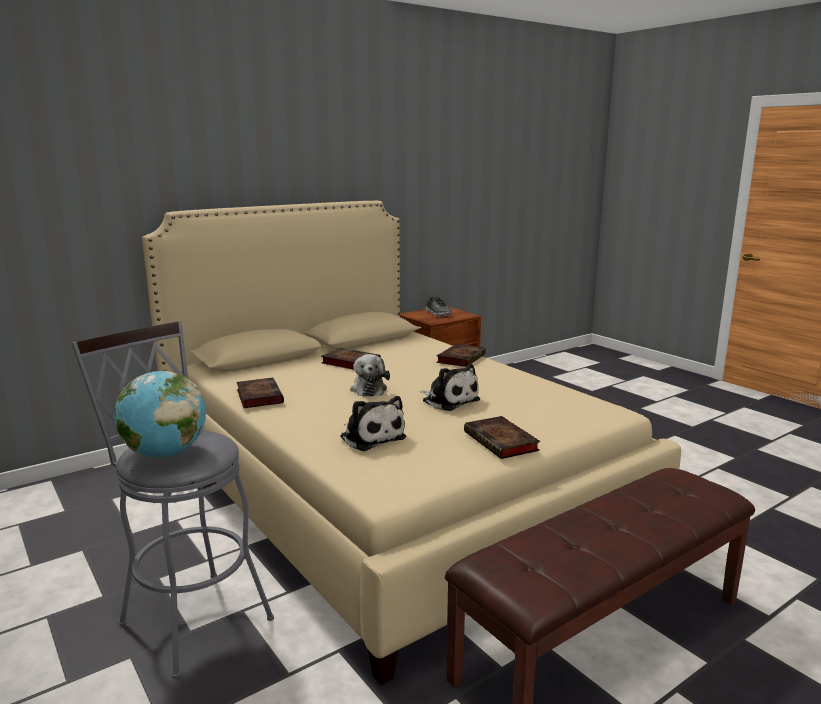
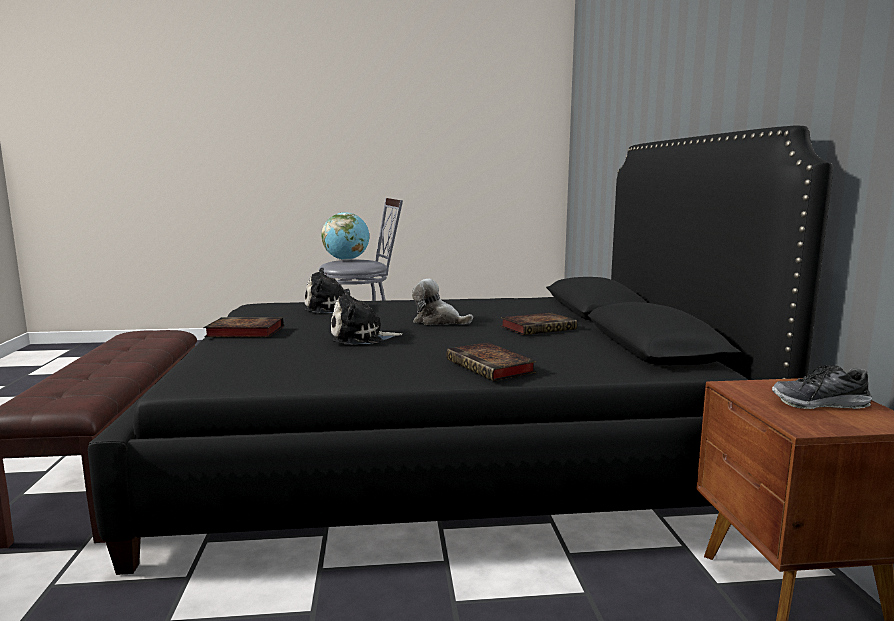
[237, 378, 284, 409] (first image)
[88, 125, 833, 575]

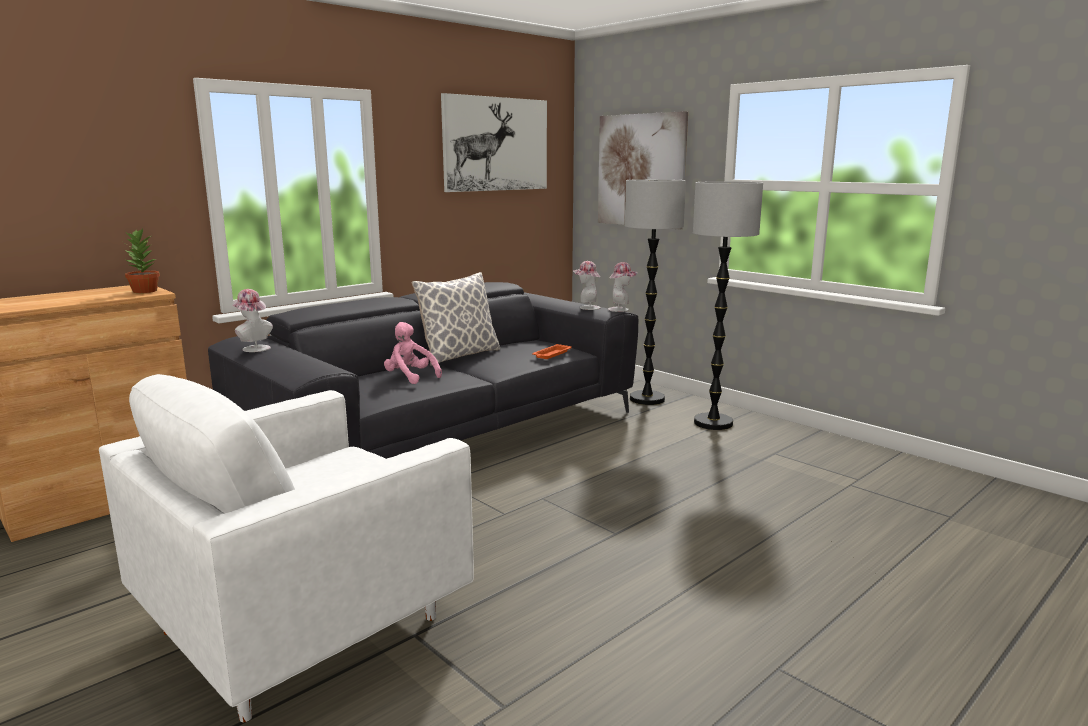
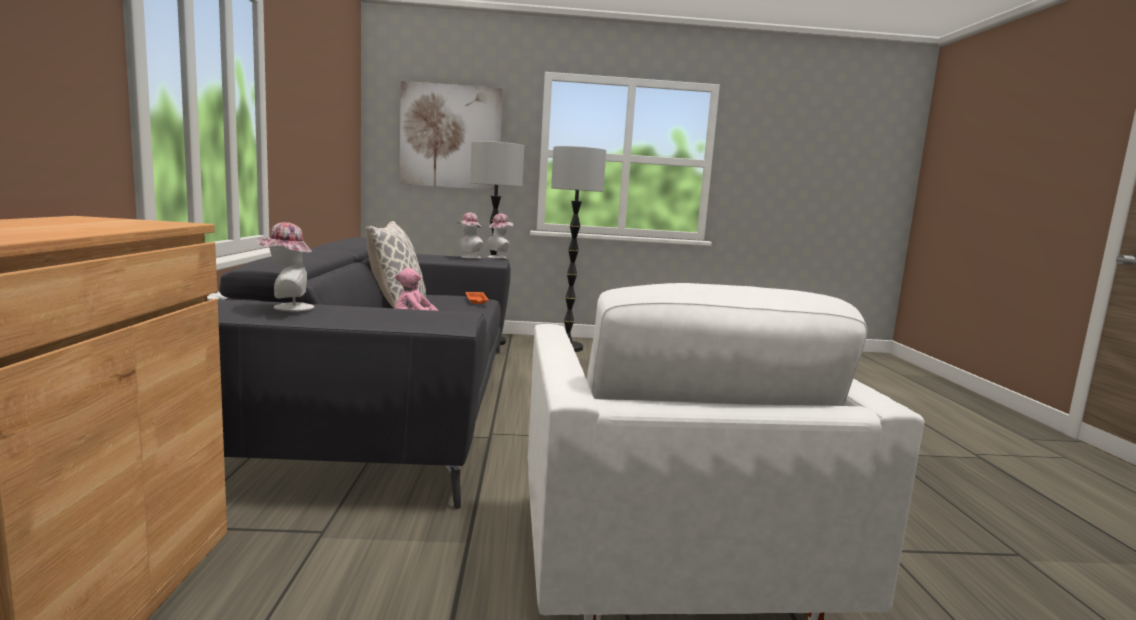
[124, 229, 160, 293] (first image)
[441, 93, 547, 192] (first image)

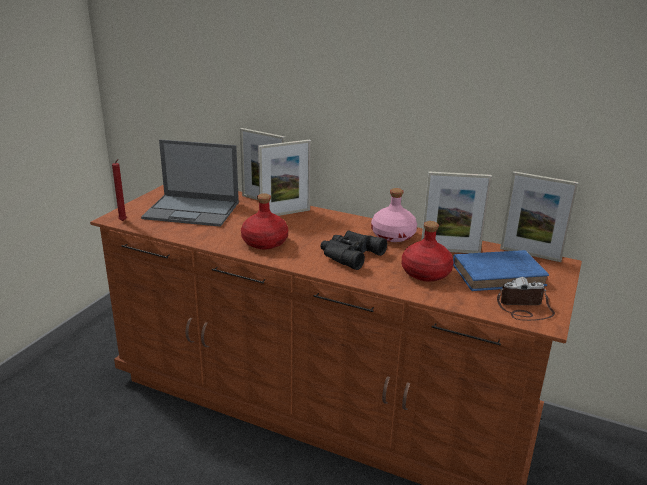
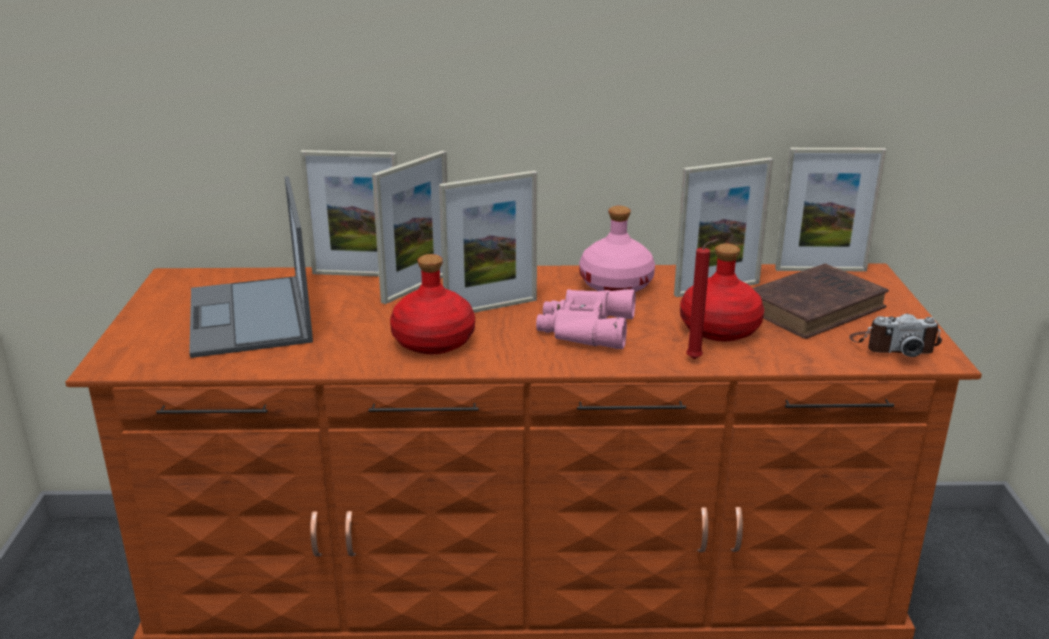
[439, 171, 538, 313]
[686, 239, 719, 359]
[536, 289, 636, 349]
[753, 263, 889, 339]
[189, 176, 313, 358]
[849, 314, 942, 357]

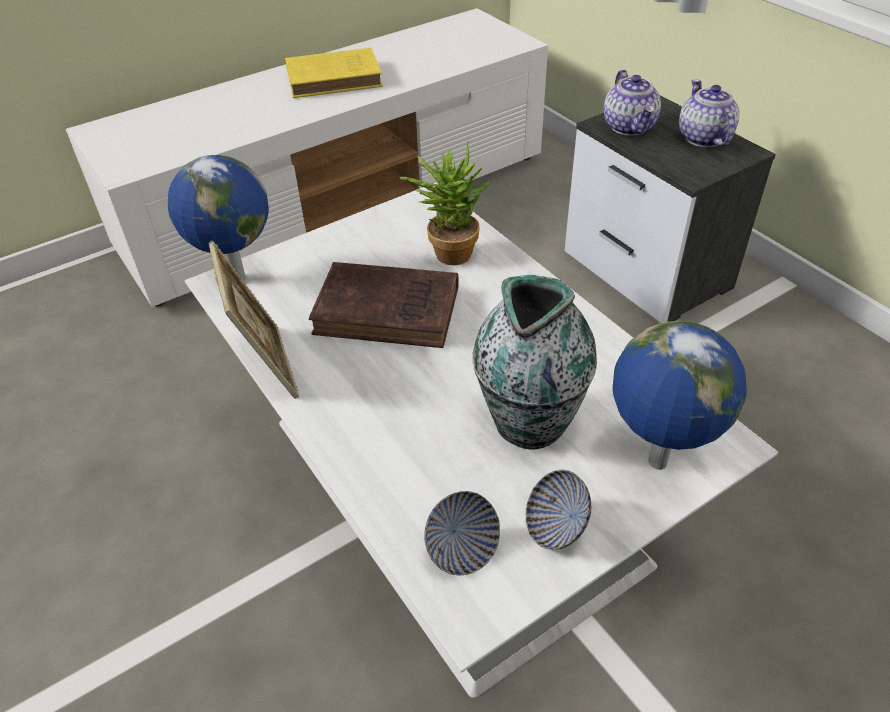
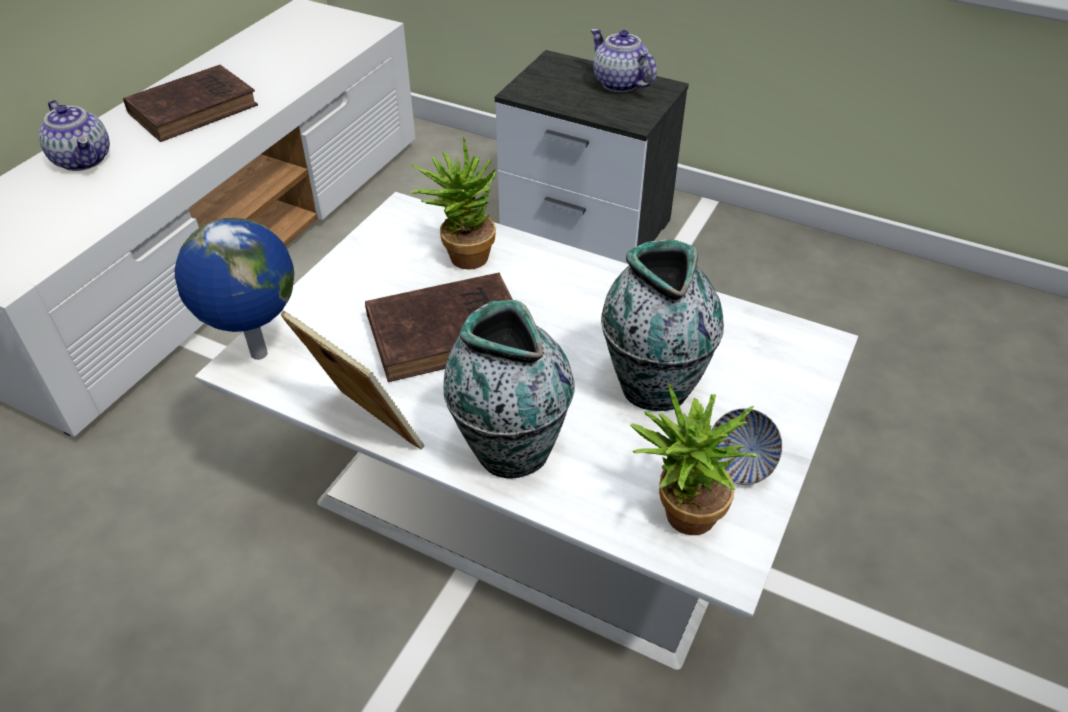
[613, 321, 746, 470] (first image)
[443, 300, 575, 479]
[38, 100, 110, 171]
[630, 383, 758, 535]
[123, 64, 258, 142]

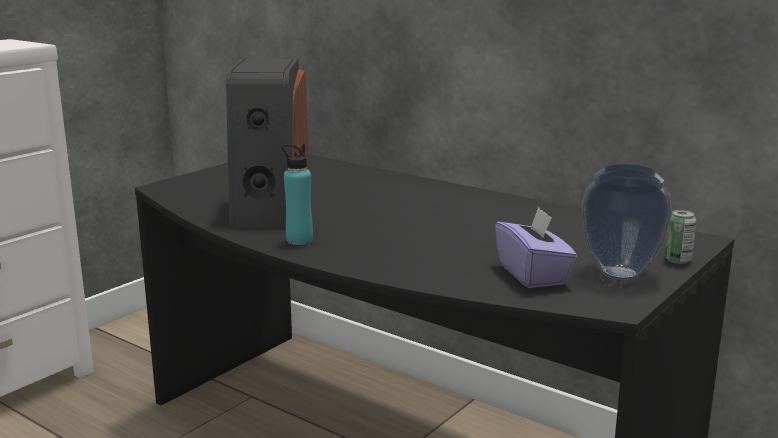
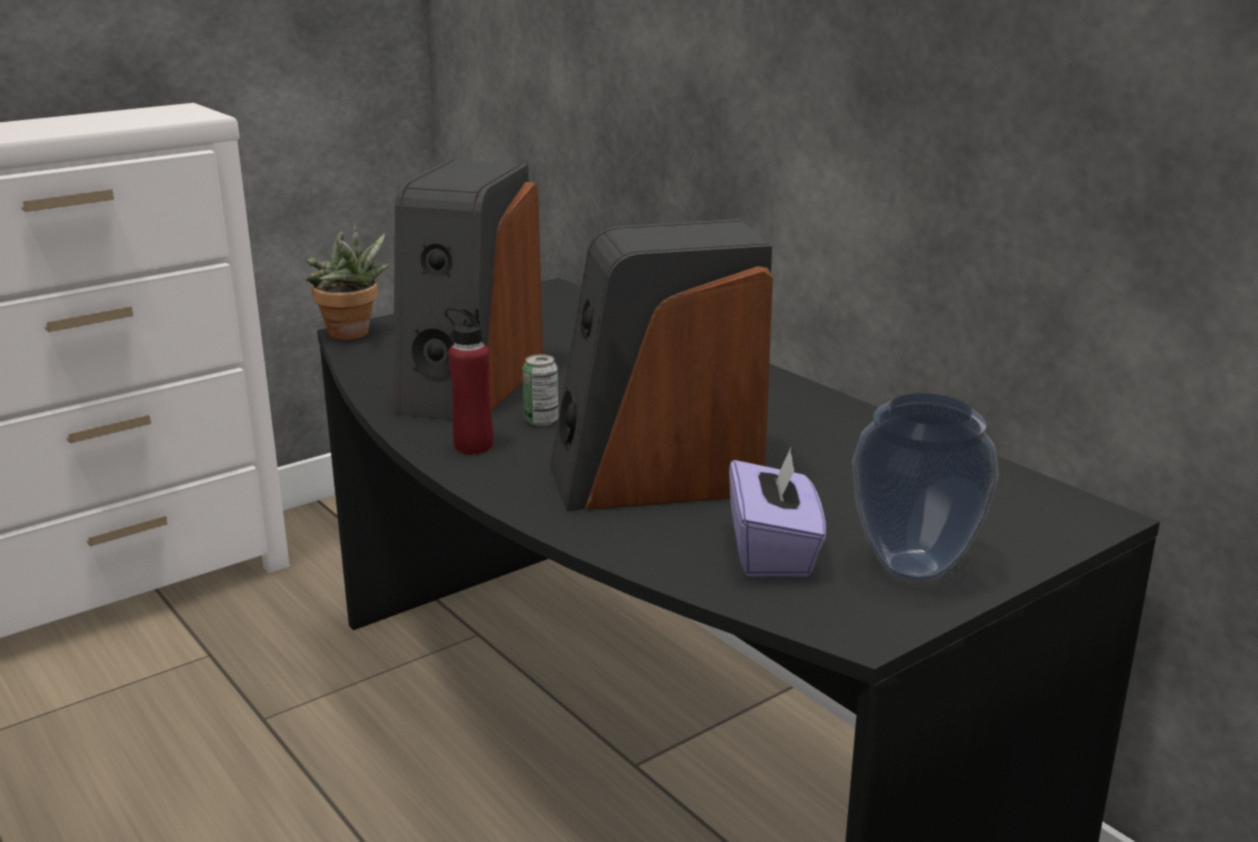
[305, 223, 390, 340]
[549, 219, 773, 511]
[523, 354, 559, 426]
[445, 307, 494, 455]

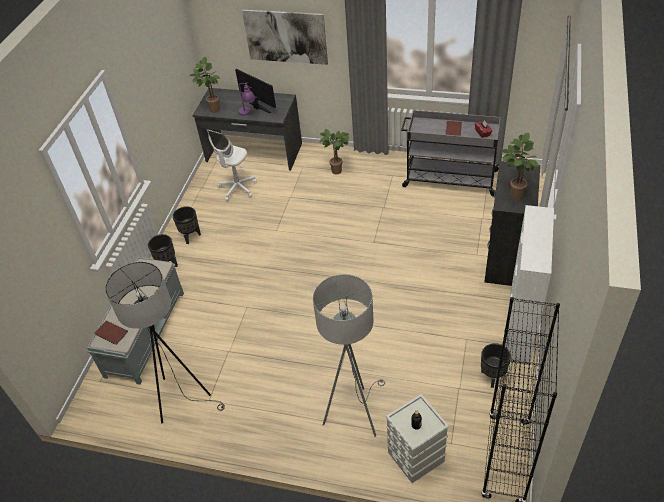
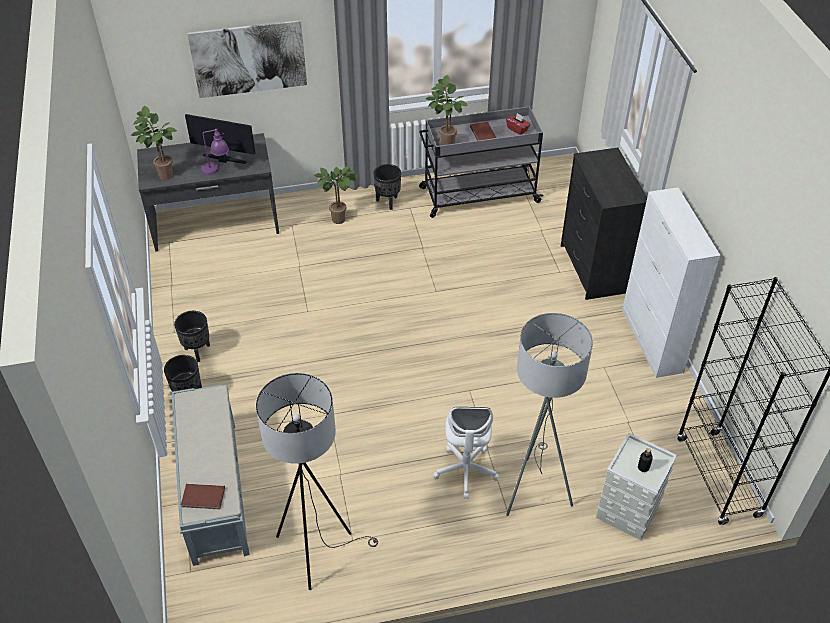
[433, 407, 499, 499]
[374, 164, 401, 210]
[425, 75, 468, 145]

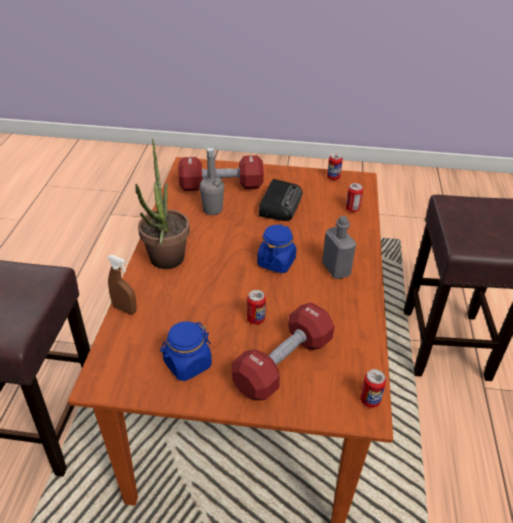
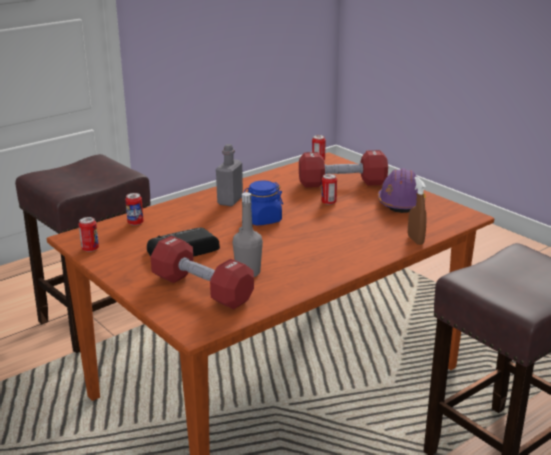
[135, 139, 190, 269] (first image)
[378, 168, 426, 213]

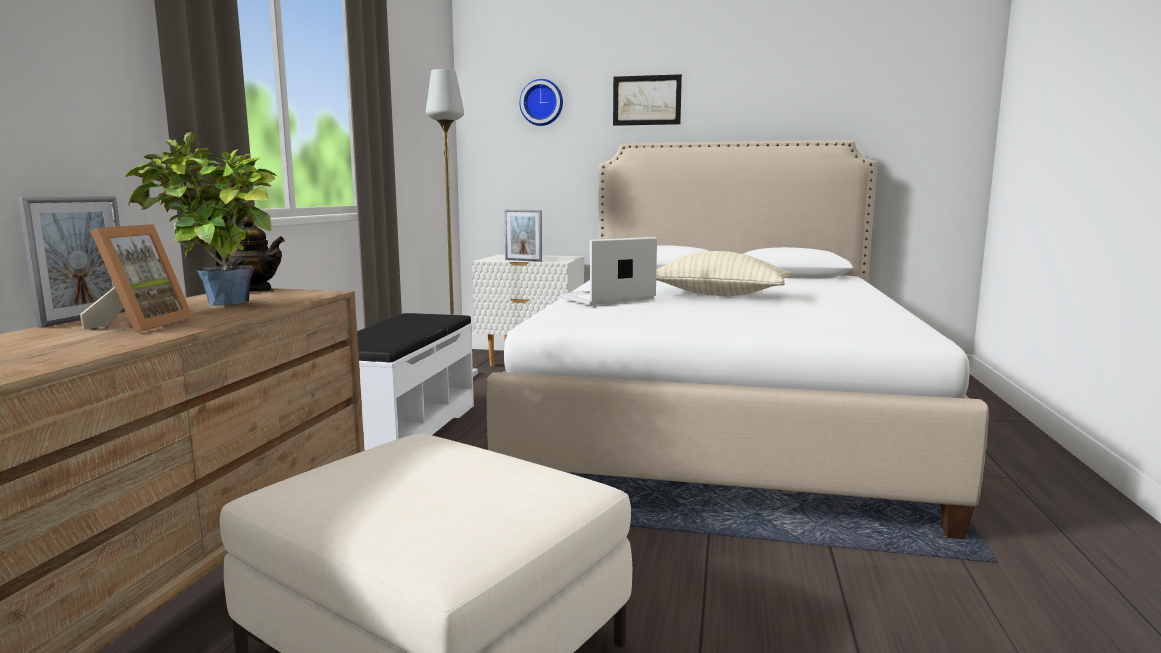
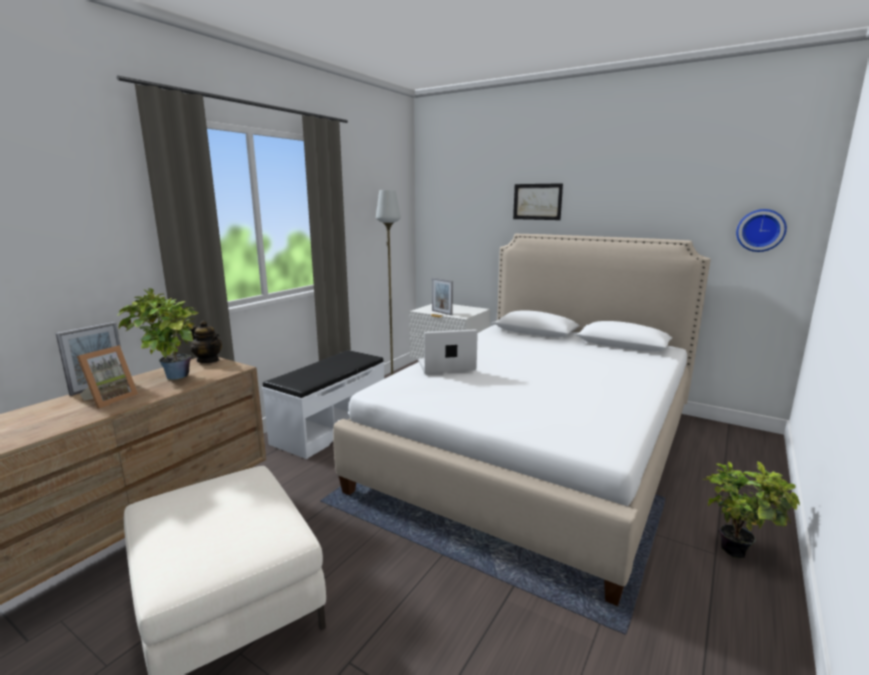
[656, 251, 790, 296] (first image)
[703, 461, 800, 558]
[736, 209, 787, 252]

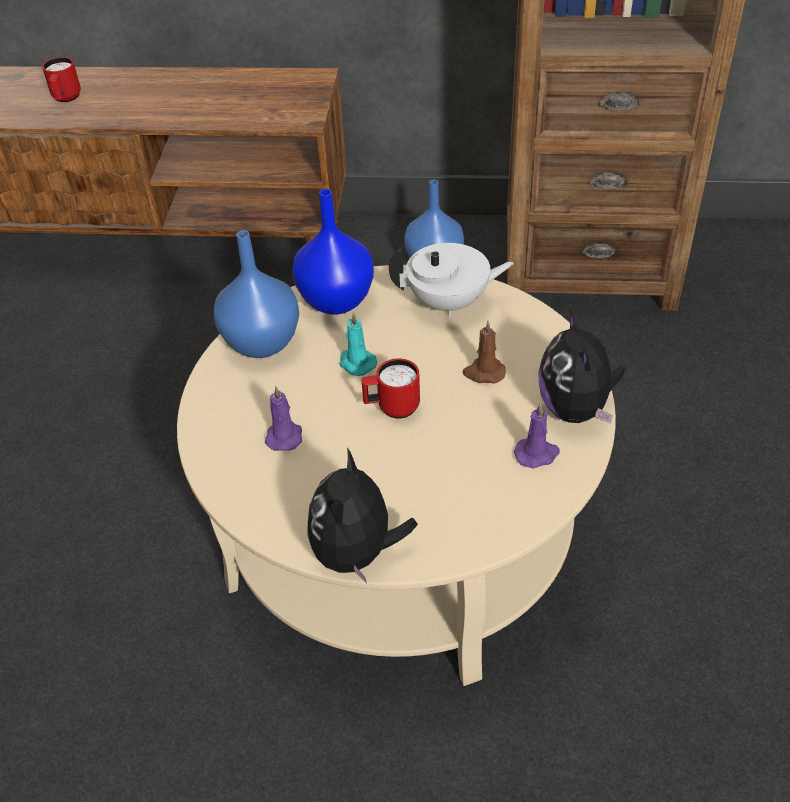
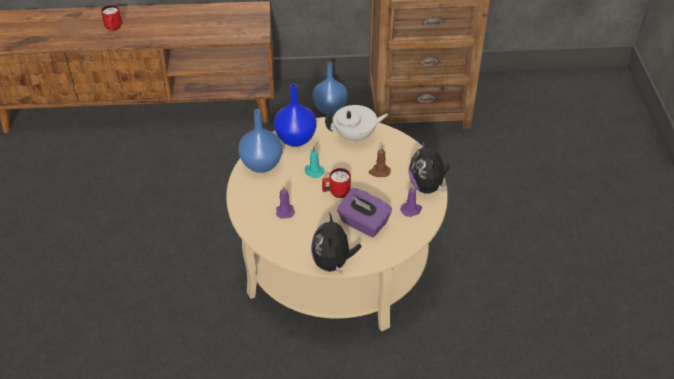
[337, 188, 392, 237]

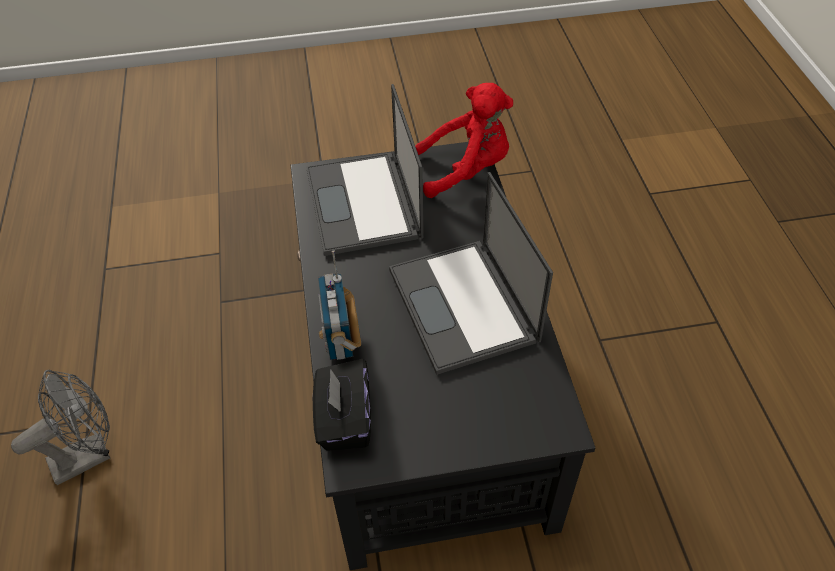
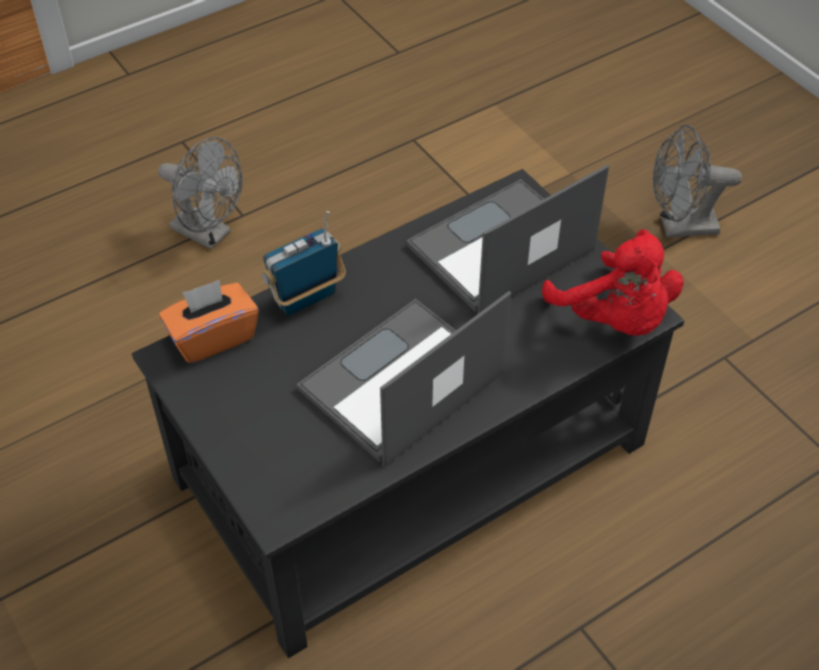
[653, 125, 742, 238]
[159, 280, 259, 363]

